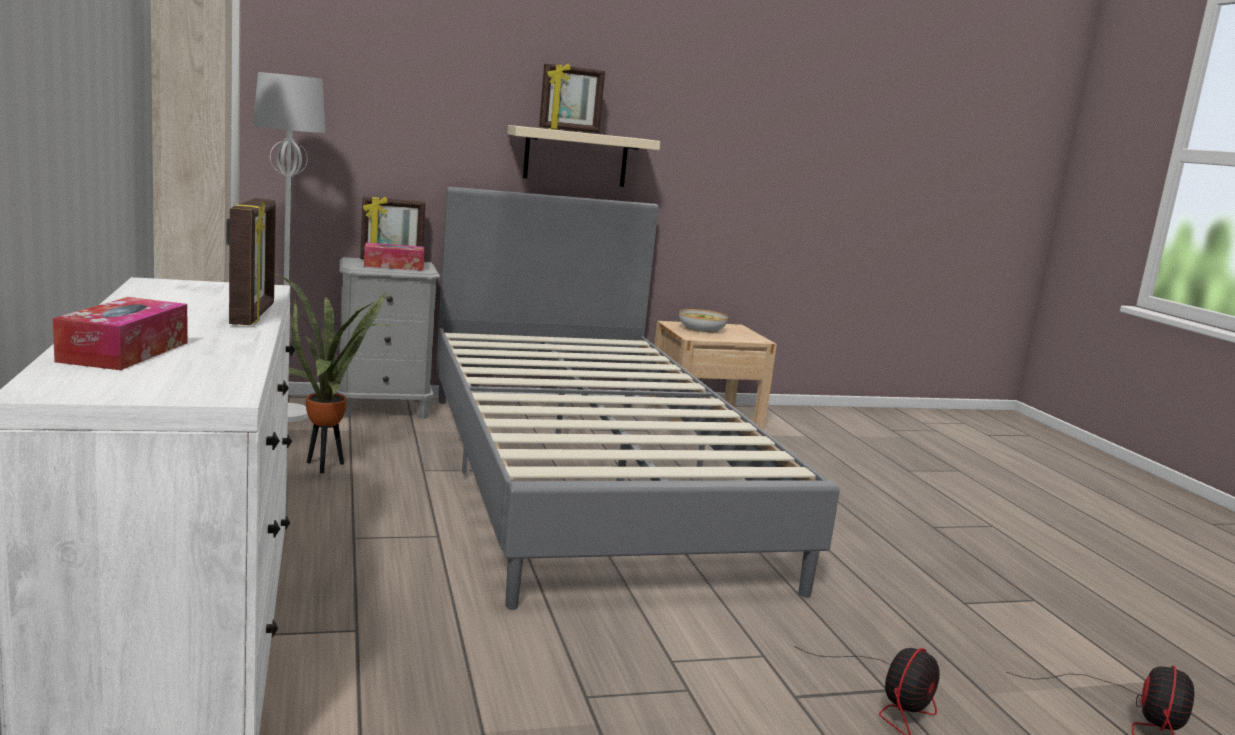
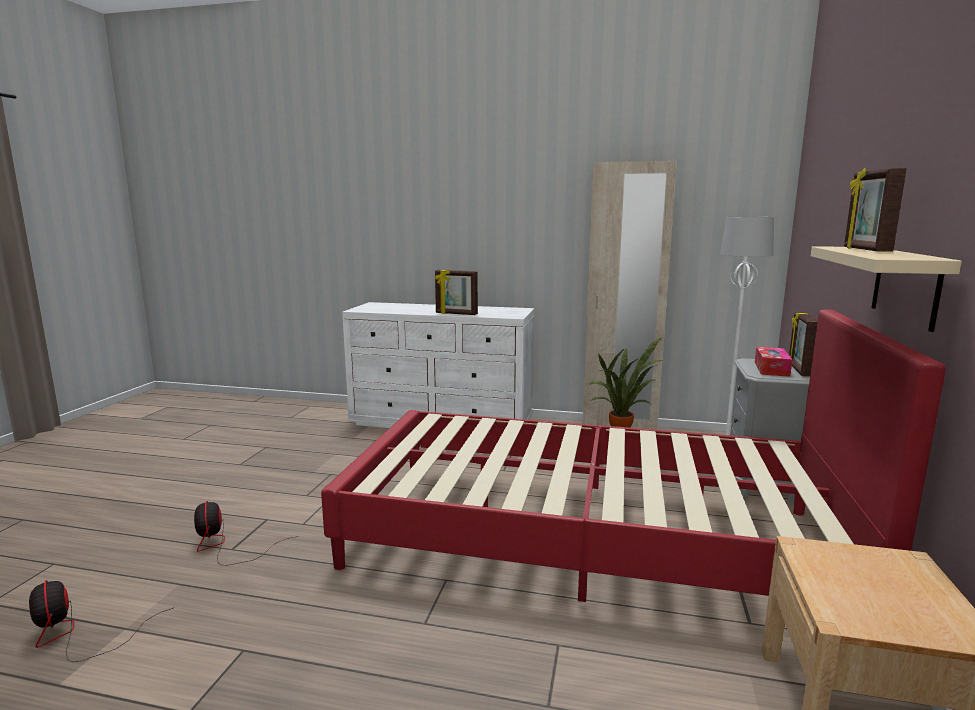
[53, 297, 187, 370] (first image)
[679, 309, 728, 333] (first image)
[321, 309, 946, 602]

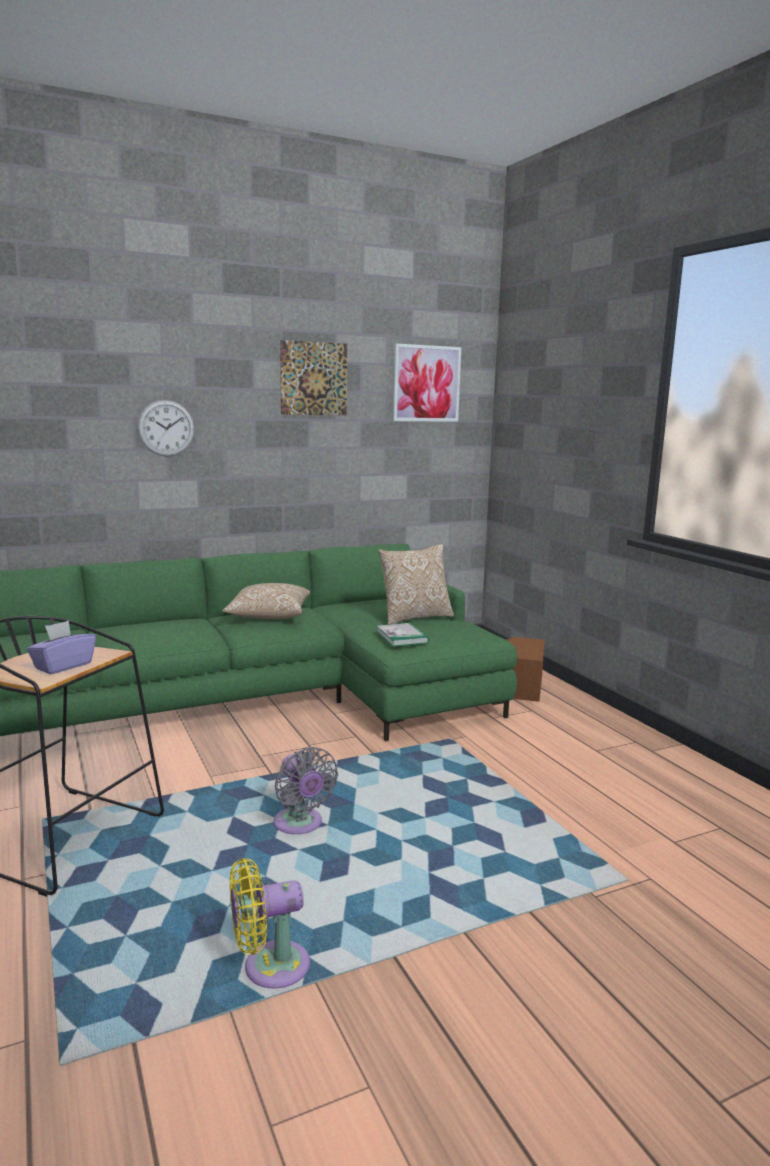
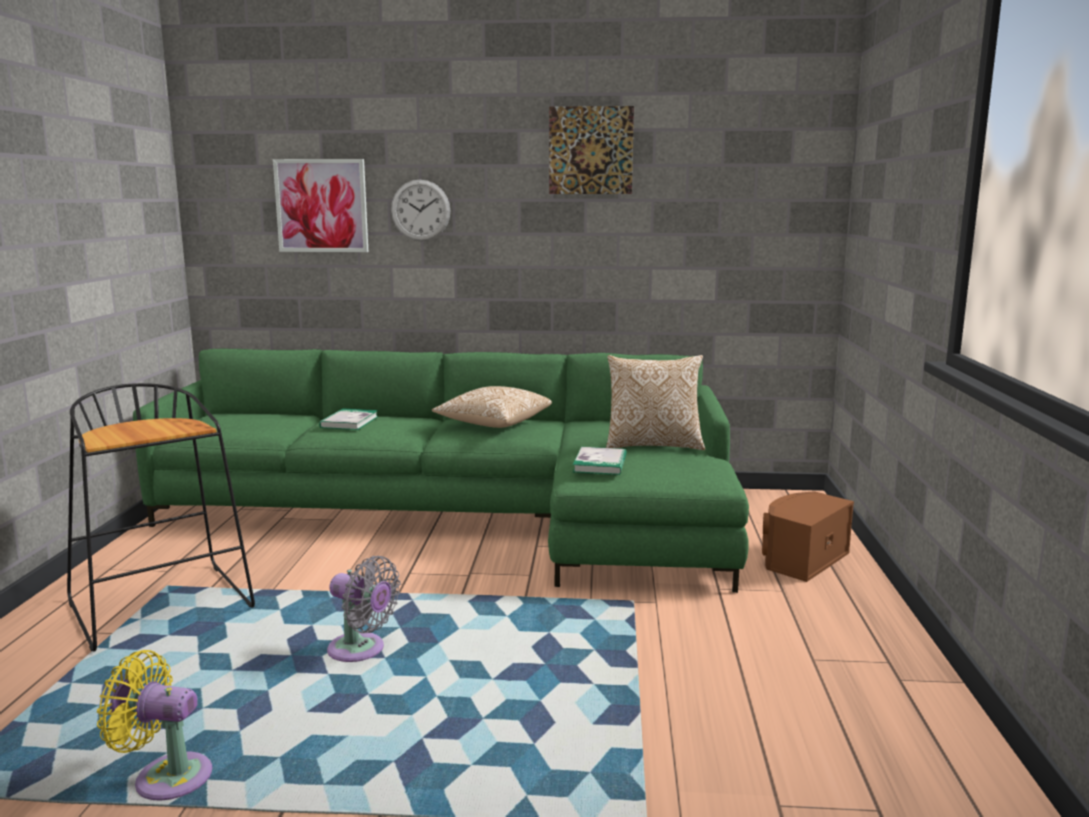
[27, 620, 96, 674] (first image)
[319, 409, 379, 430]
[273, 159, 368, 252]
[327, 556, 401, 662]

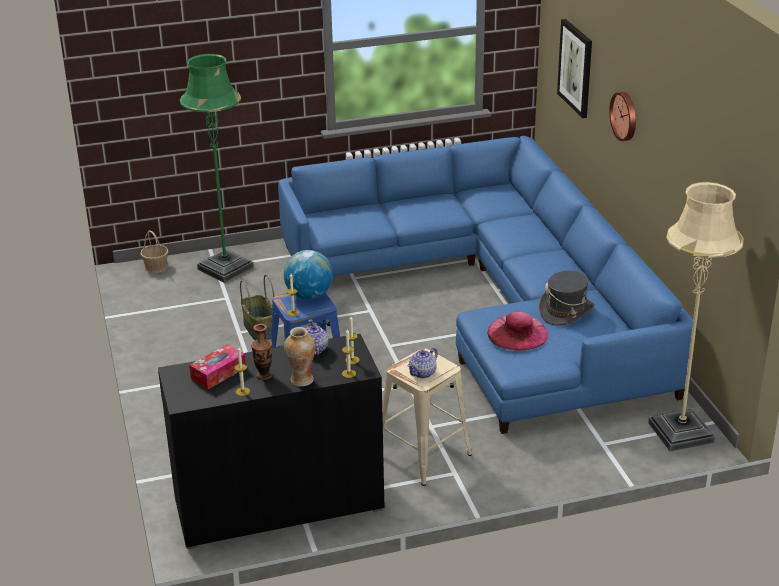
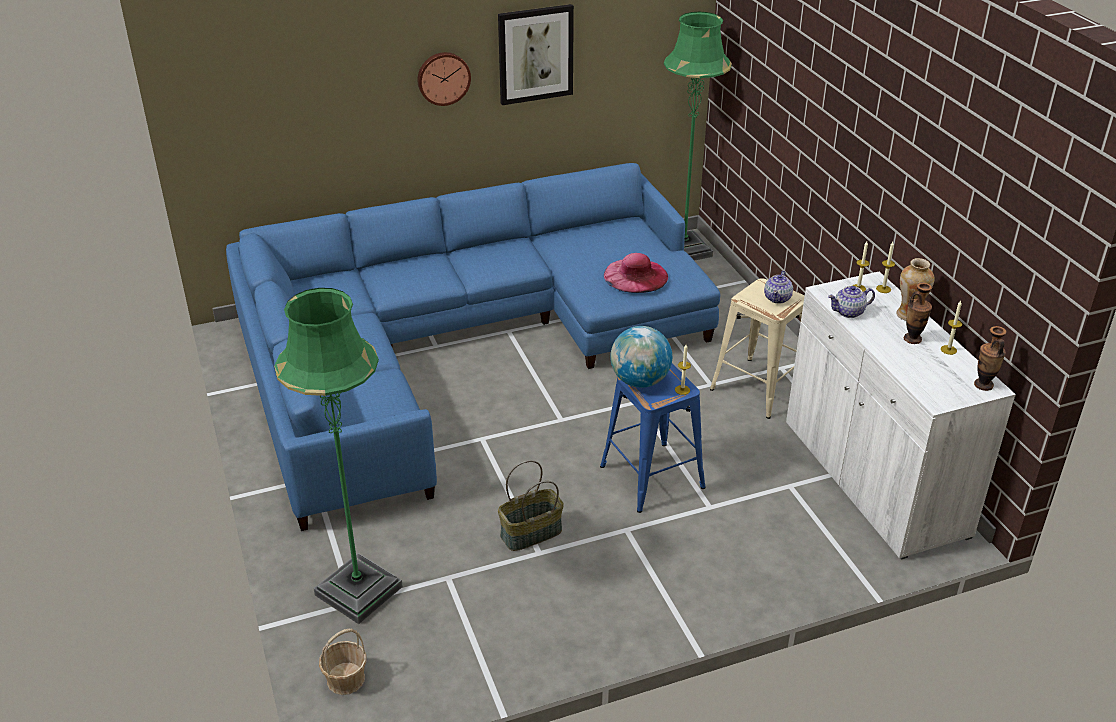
[189, 344, 246, 389] (first image)
[539, 271, 594, 326] (first image)
[974, 326, 1007, 391]
[498, 4, 574, 105]
[786, 271, 1016, 560]
[664, 12, 732, 261]
[764, 271, 793, 304]

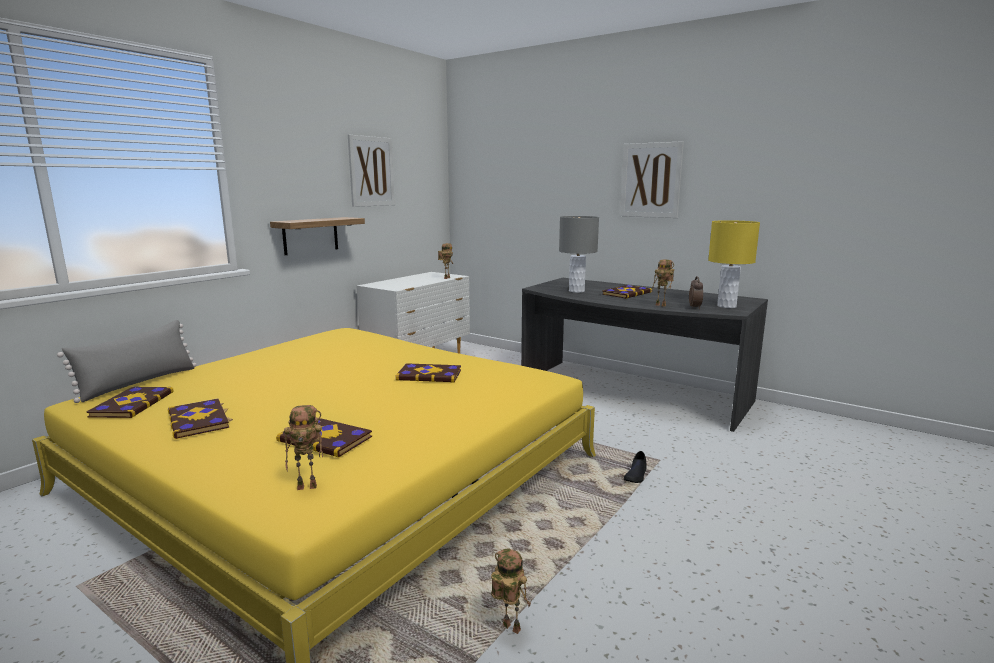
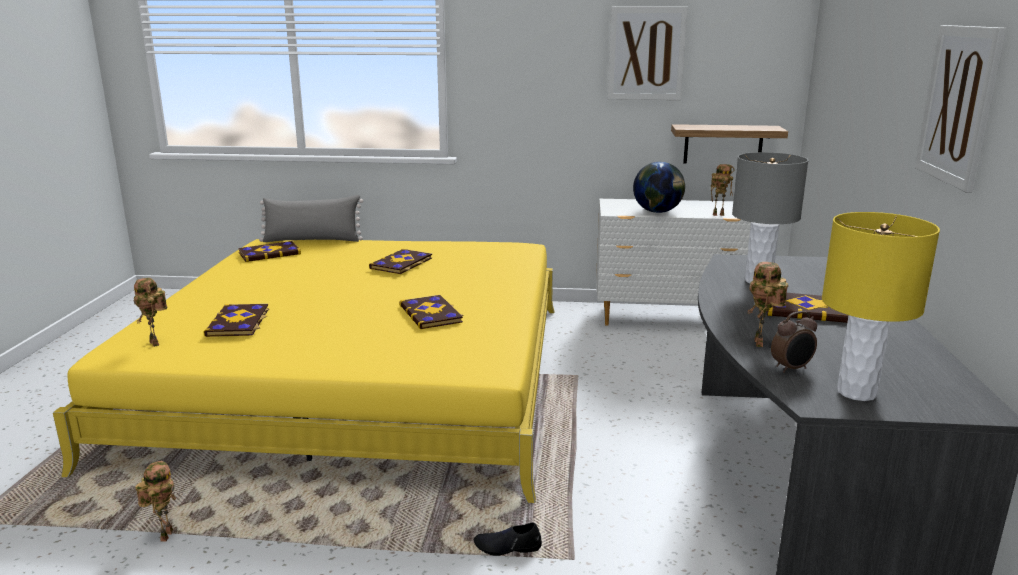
[633, 162, 685, 213]
[369, 249, 432, 274]
[671, 124, 788, 164]

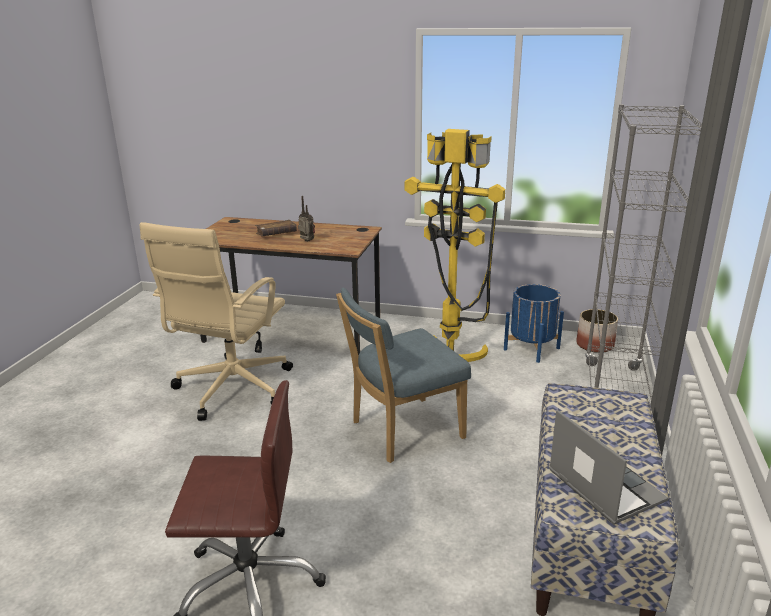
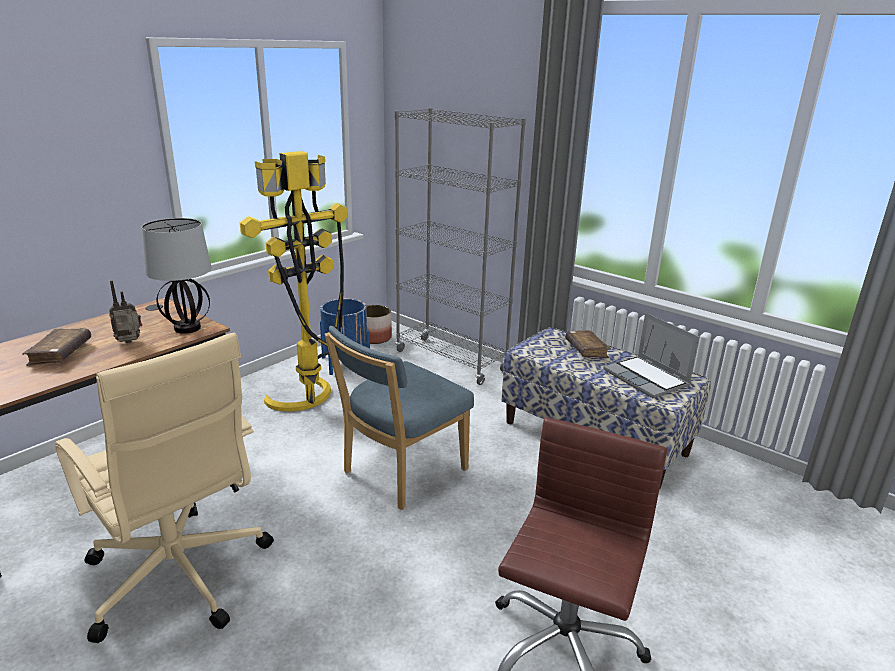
[142, 218, 212, 334]
[565, 331, 611, 358]
[325, 326, 474, 510]
[603, 313, 699, 398]

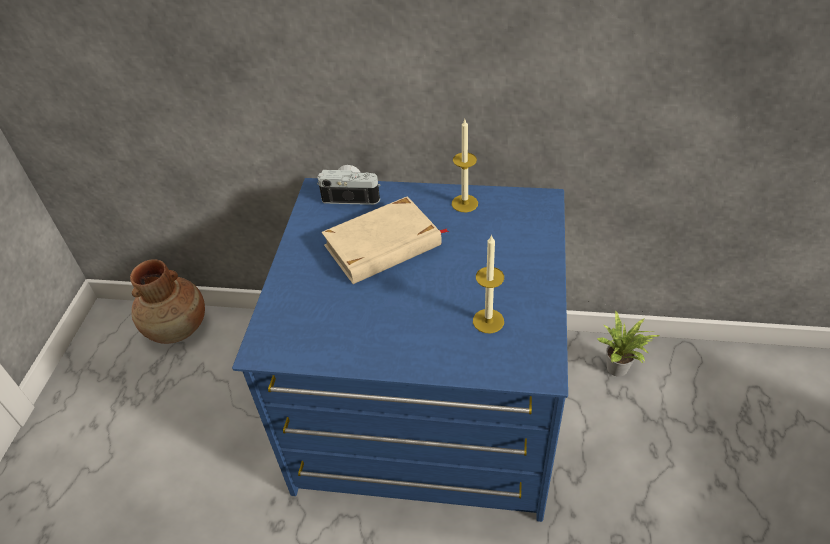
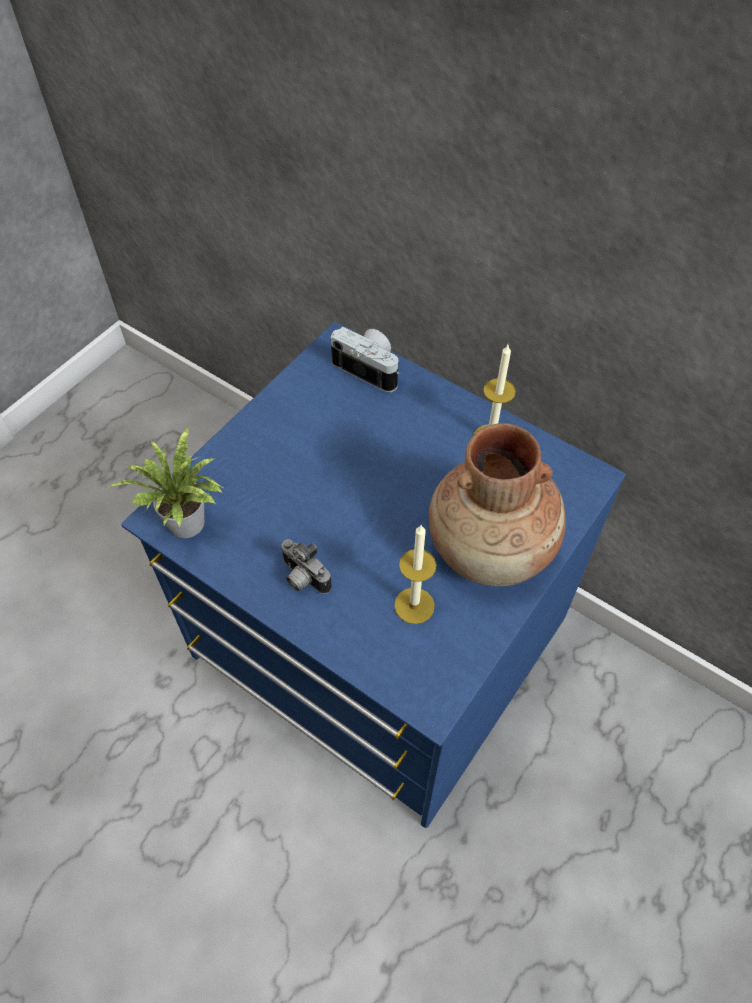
[322, 196, 449, 284] (first image)
[280, 539, 332, 594]
[429, 423, 566, 587]
[106, 427, 225, 538]

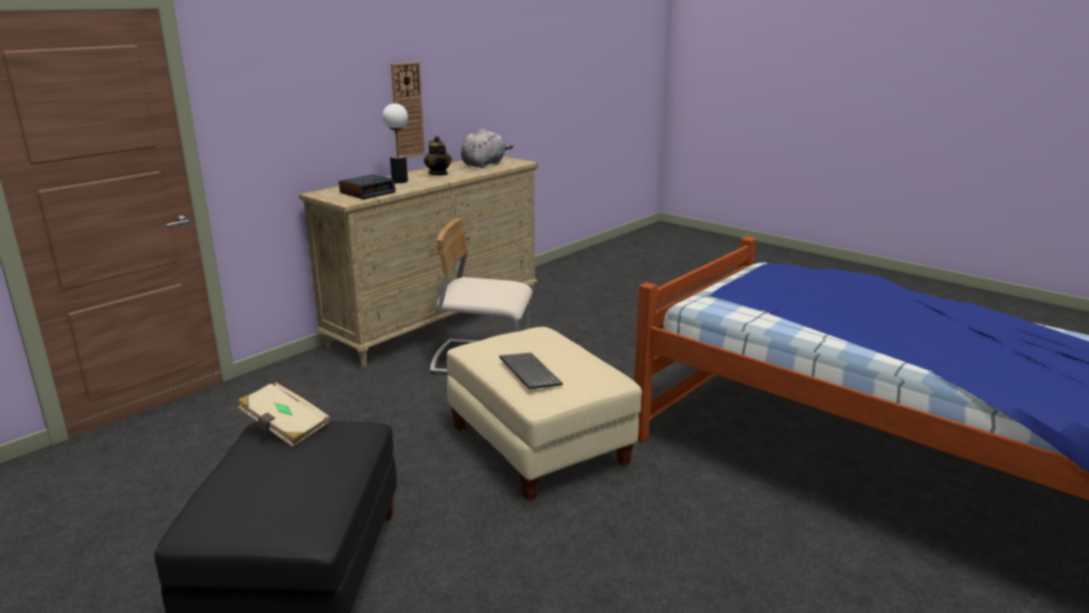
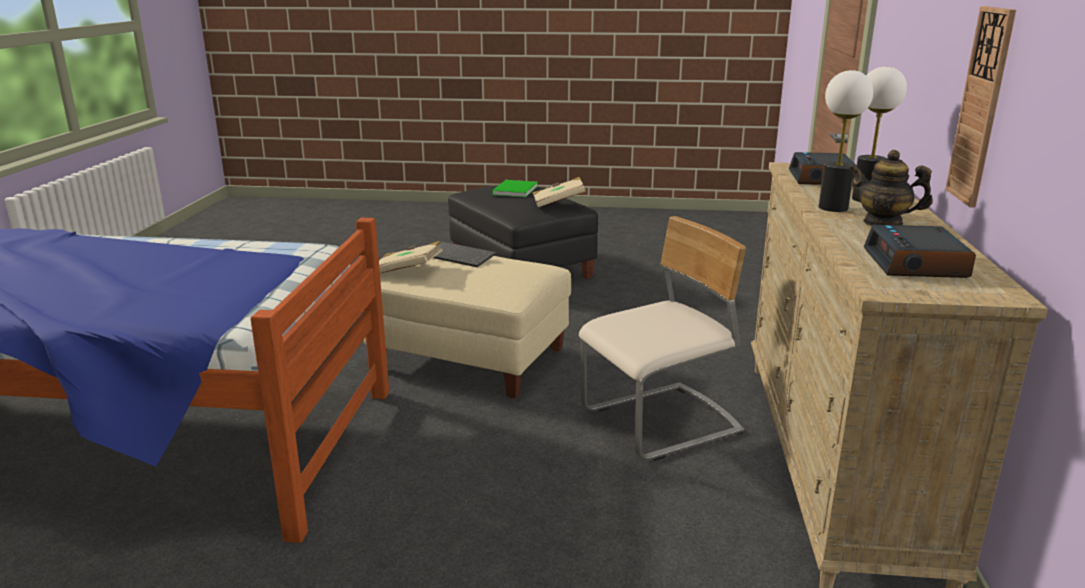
[379, 241, 443, 273]
[491, 180, 538, 197]
[819, 70, 873, 212]
[864, 225, 976, 278]

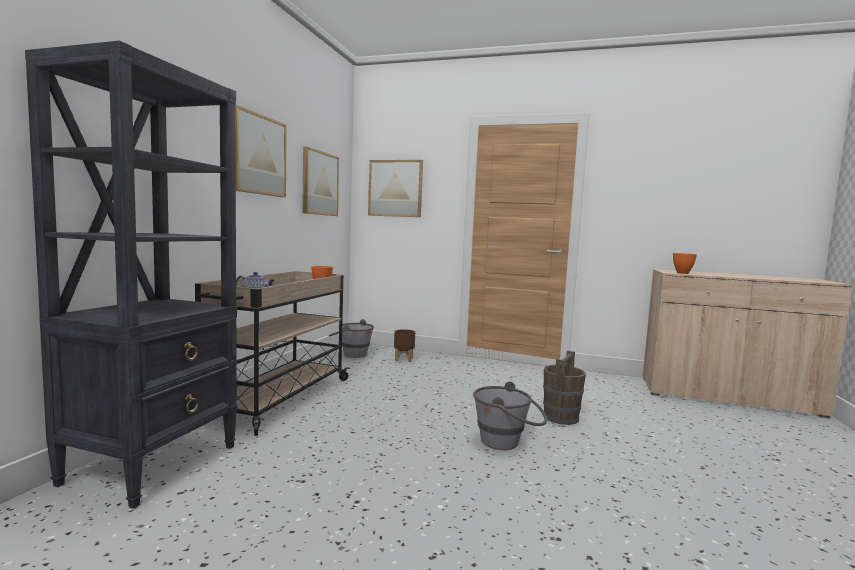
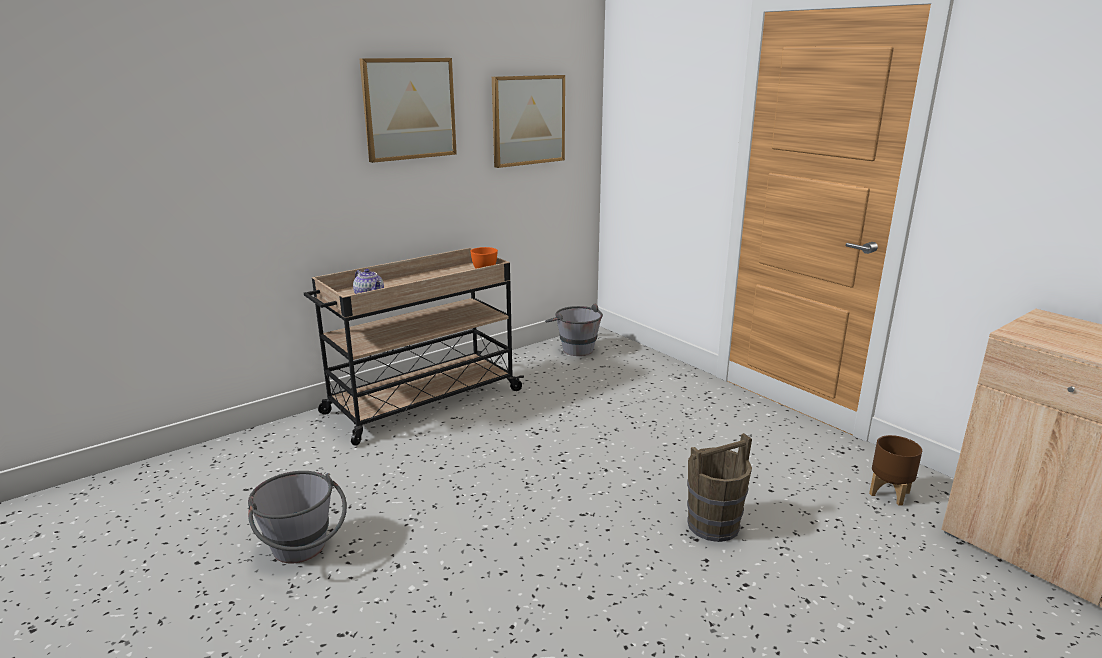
[25, 41, 238, 509] (first image)
[368, 160, 423, 217] (first image)
[673, 253, 697, 274] (first image)
[869, 435, 922, 506]
[248, 471, 347, 564]

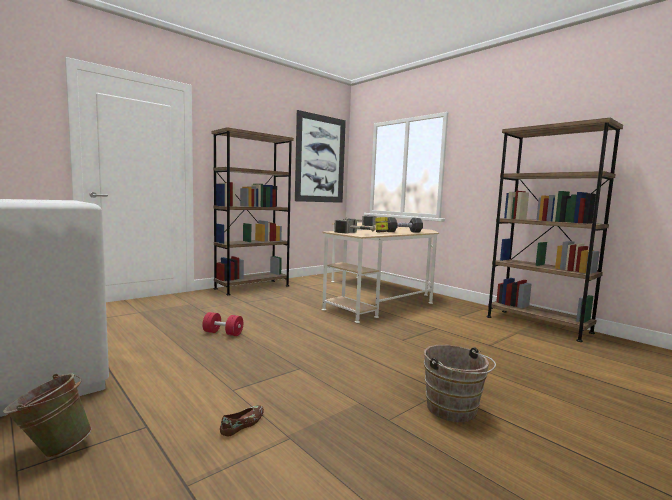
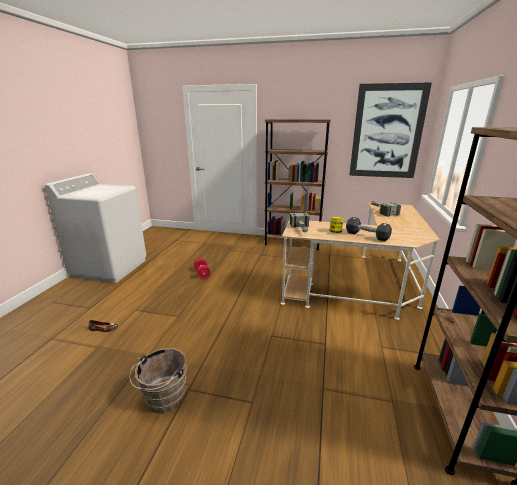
[3, 373, 92, 458] (first image)

